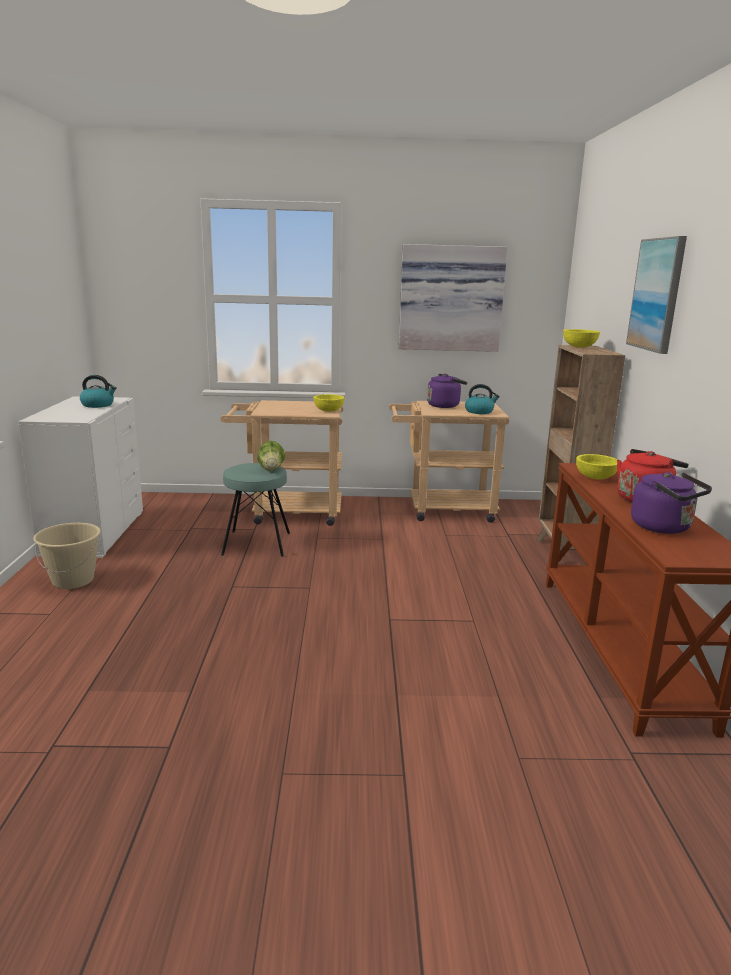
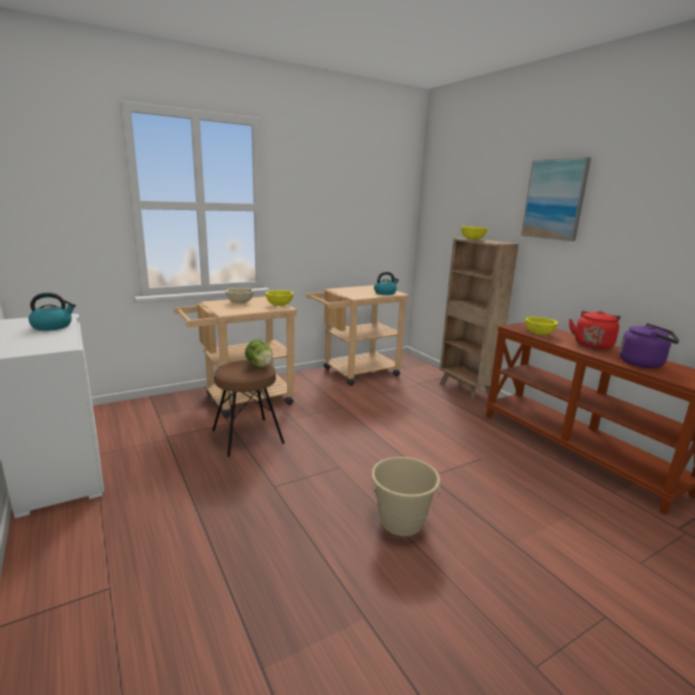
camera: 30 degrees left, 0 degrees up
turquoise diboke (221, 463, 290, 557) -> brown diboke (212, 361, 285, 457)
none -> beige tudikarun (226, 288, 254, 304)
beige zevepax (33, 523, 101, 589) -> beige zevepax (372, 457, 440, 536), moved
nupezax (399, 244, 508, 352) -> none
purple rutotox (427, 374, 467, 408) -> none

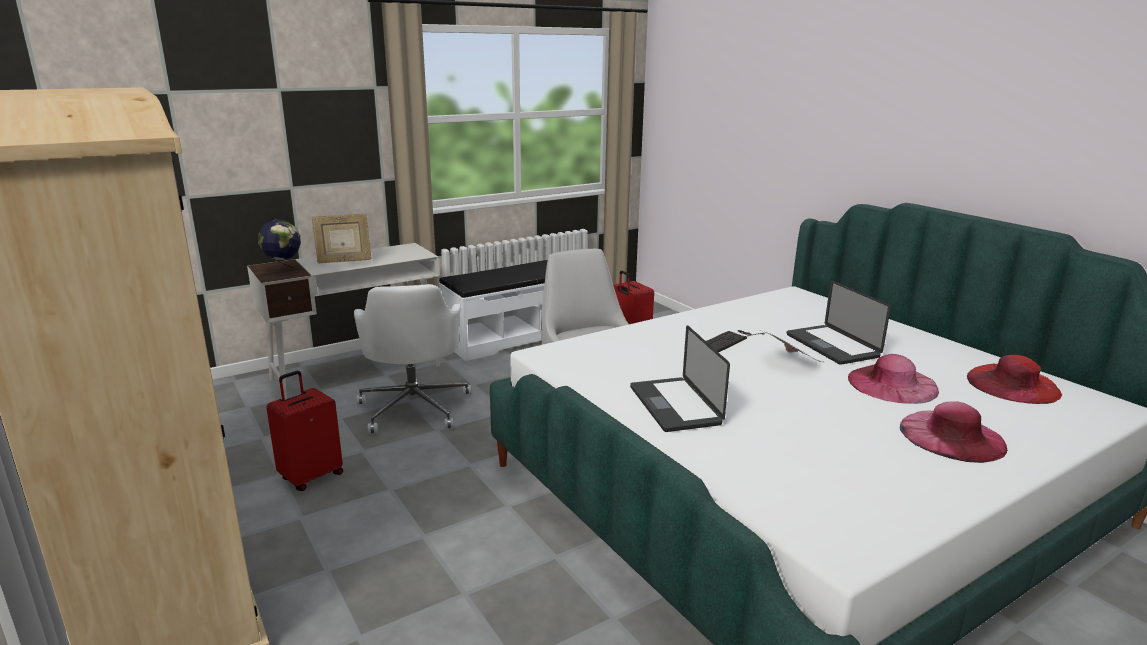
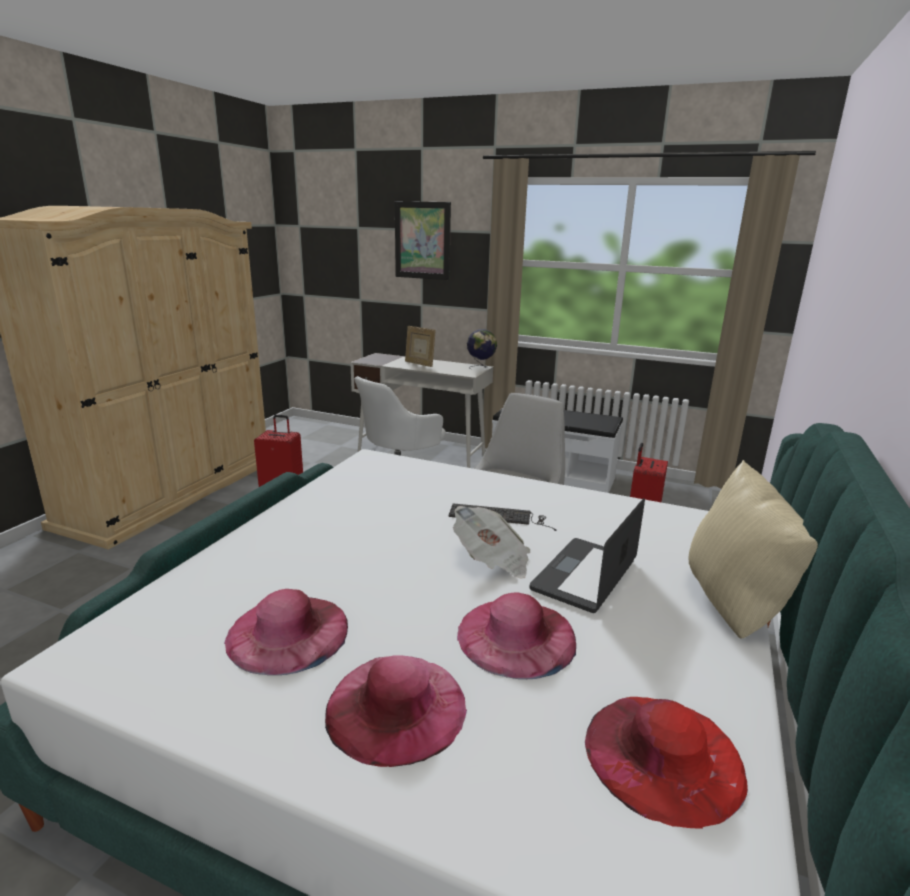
camera: 55 degrees right, 0 degrees up
none -> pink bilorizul (224, 589, 348, 675)
none -> nupezax (395, 201, 451, 280)
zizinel (258, 220, 301, 275) -> zizinel (467, 329, 497, 369), moved
none -> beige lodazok (688, 460, 818, 638)
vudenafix (630, 325, 730, 432) -> none

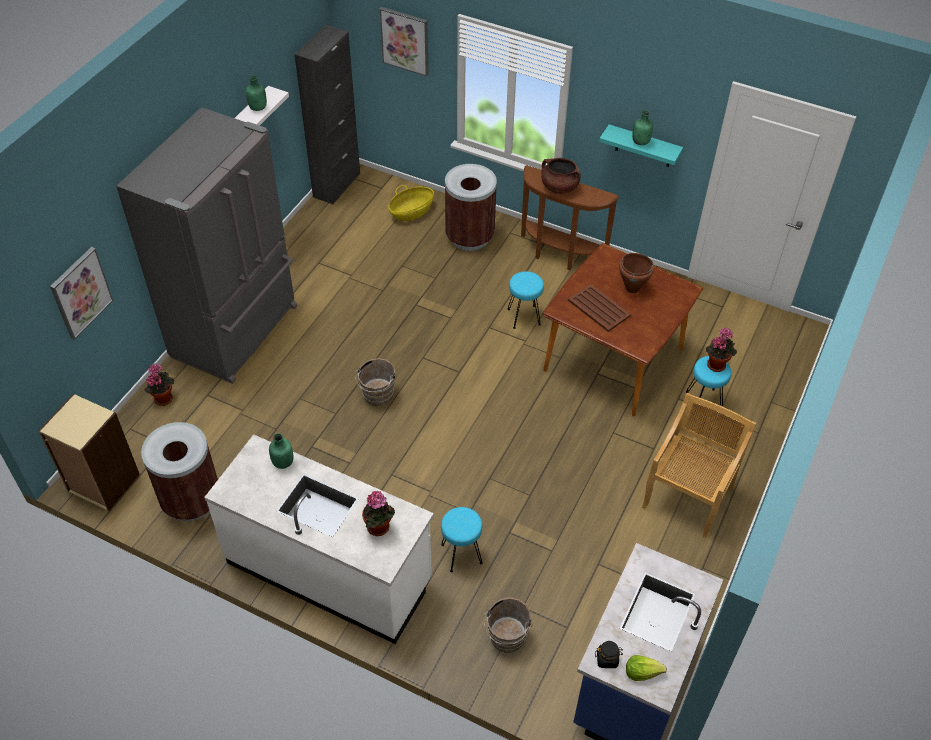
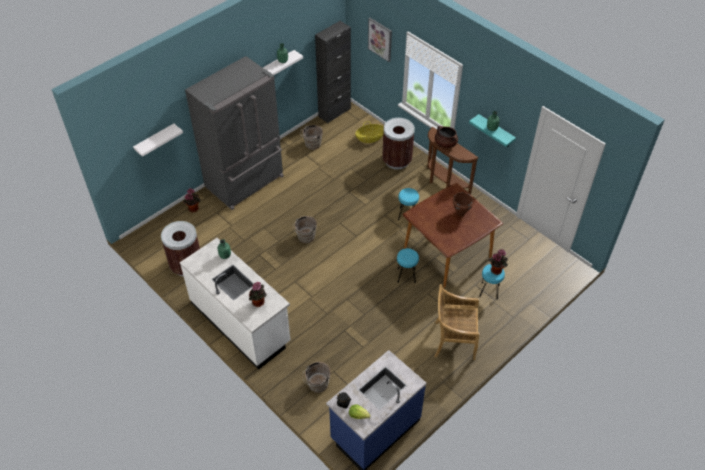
camera: 20 degrees right, 0 degrees up
nupezax (50, 247, 113, 340) -> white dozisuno (133, 123, 183, 157)
none -> brown zevepax (300, 125, 323, 150)
turquoise diboke (441, 507, 483, 573) -> turquoise diboke (397, 248, 419, 283), moved
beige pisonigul (642, 393, 756, 538) -> beige pisonigul (434, 284, 479, 360), 135 degrees counterclockwise
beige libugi (38, 394, 140, 512) -> none
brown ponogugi (568, 284, 631, 332) -> none

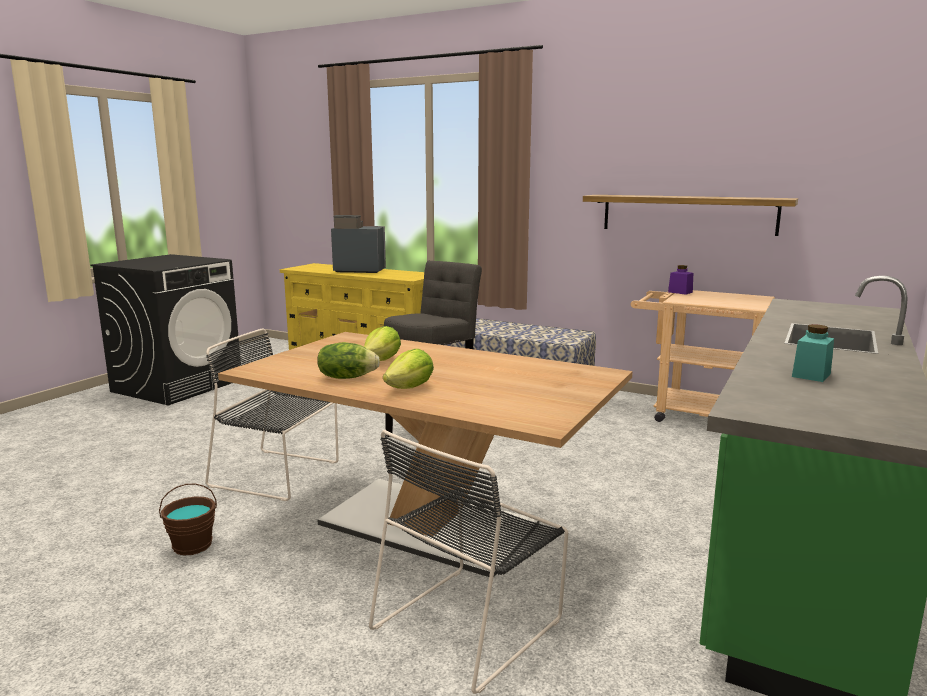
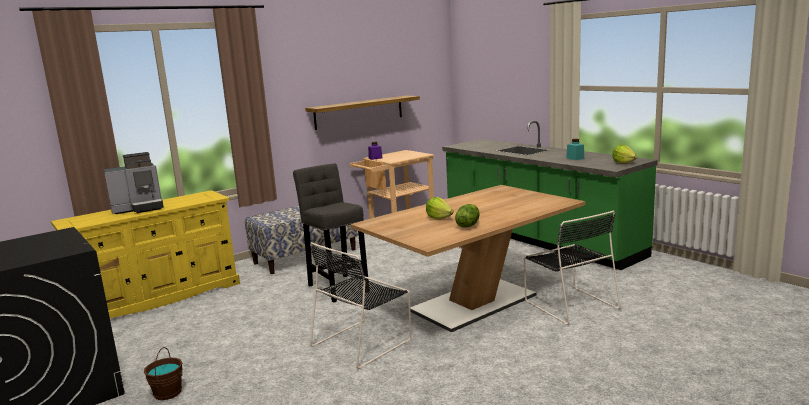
camera: 65 degrees left, 0 degrees up
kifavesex (331, 215, 386, 273) -> kifavesex (104, 152, 164, 214), 150 degrees counterclockwise
brown zevepax (159, 483, 217, 556) -> brown zevepax (144, 347, 183, 400), moved
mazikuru (383, 349, 434, 389) -> mazikuru (612, 145, 637, 164), moved

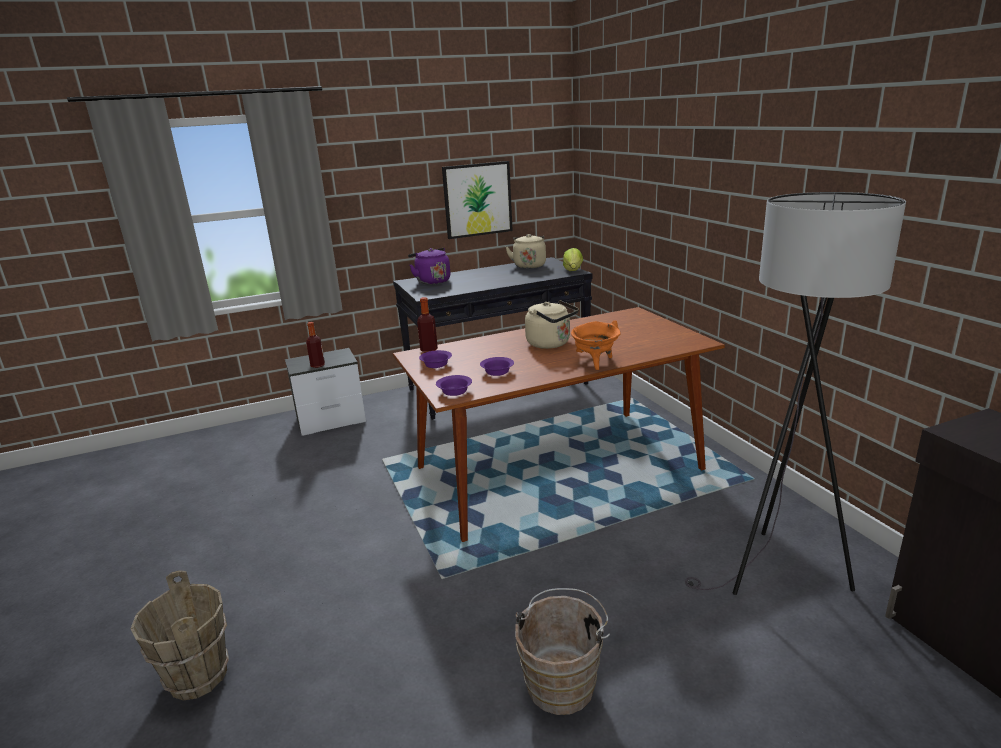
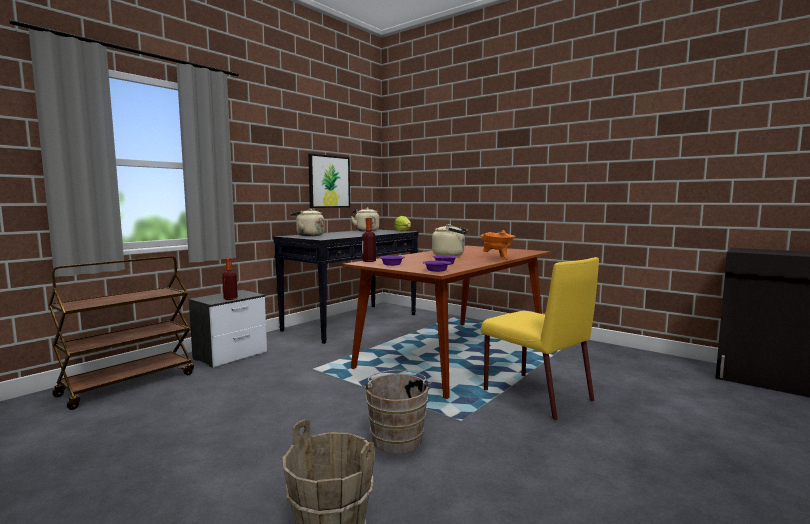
camera: 30 degrees left, 15 degrees down
none -> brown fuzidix (48, 256, 194, 410)
purple rutotox (408, 248, 450, 285) -> beige rutotox (290, 209, 325, 236)
brown zevepax (515, 588, 610, 715) -> brown zevepax (362, 370, 432, 454), moved
none -> yellow pisonigul (481, 257, 599, 421)
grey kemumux (685, 192, 906, 595) -> none

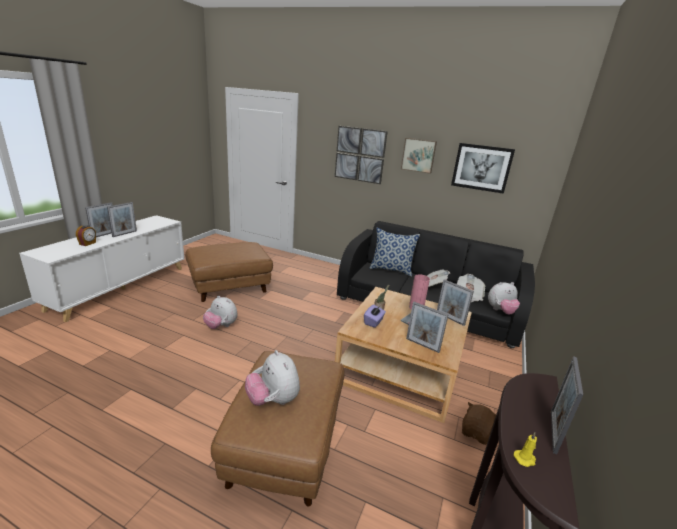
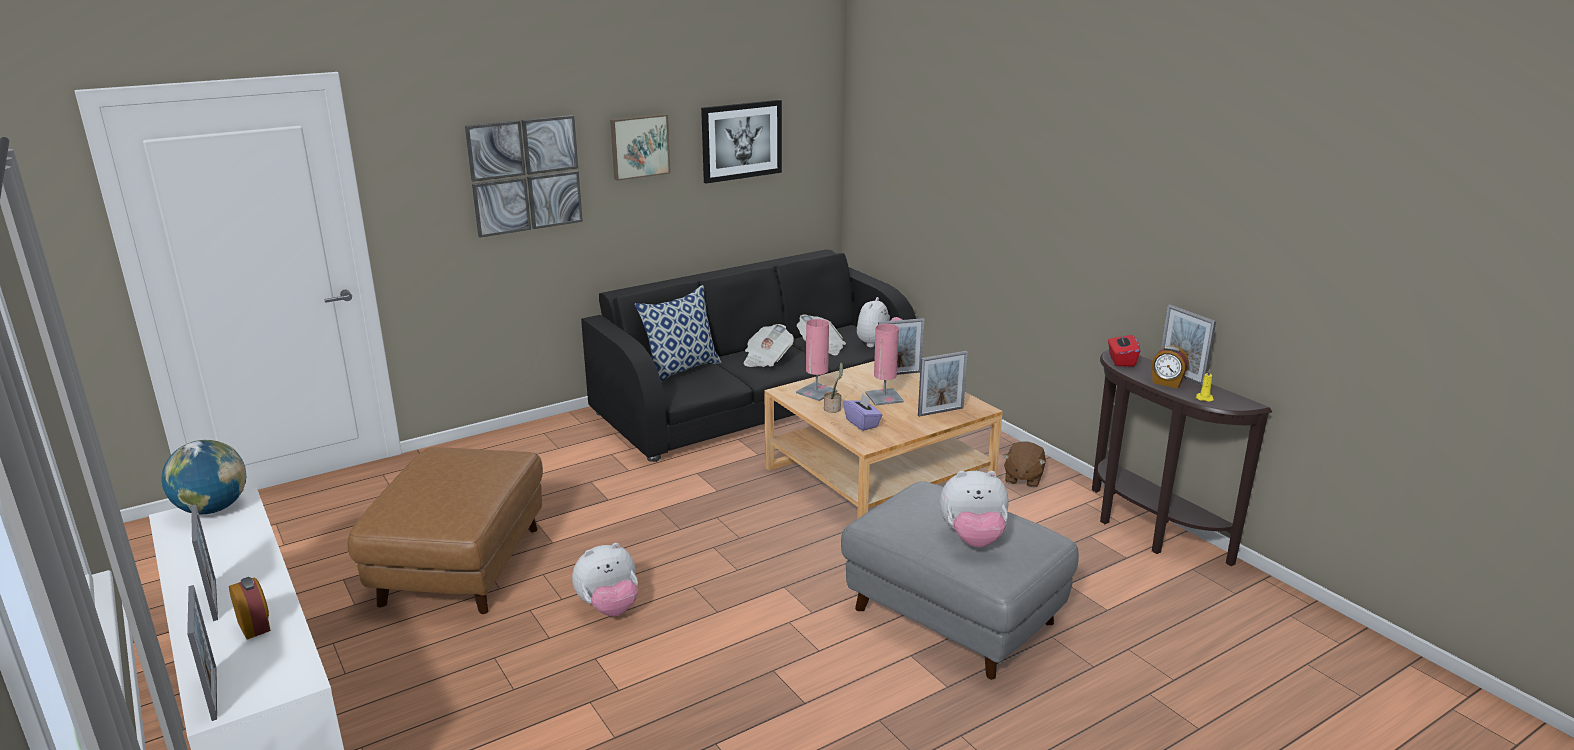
camera: 55 degrees left, 0 degrees up
none -> zizinel (162, 440, 246, 514)
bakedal (107, 202, 137, 237) -> bakedal (187, 585, 217, 721), moved
none -> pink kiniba (796, 319, 838, 401)
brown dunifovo (211, 351, 345, 506) -> grey dunifovo (841, 481, 1079, 680)
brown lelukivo (462, 402, 496, 445) -> brown lelukivo (1003, 442, 1046, 488), 135 degrees counterclockwise
none -> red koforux (1108, 333, 1140, 367)
none -> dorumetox (1152, 346, 1189, 389)

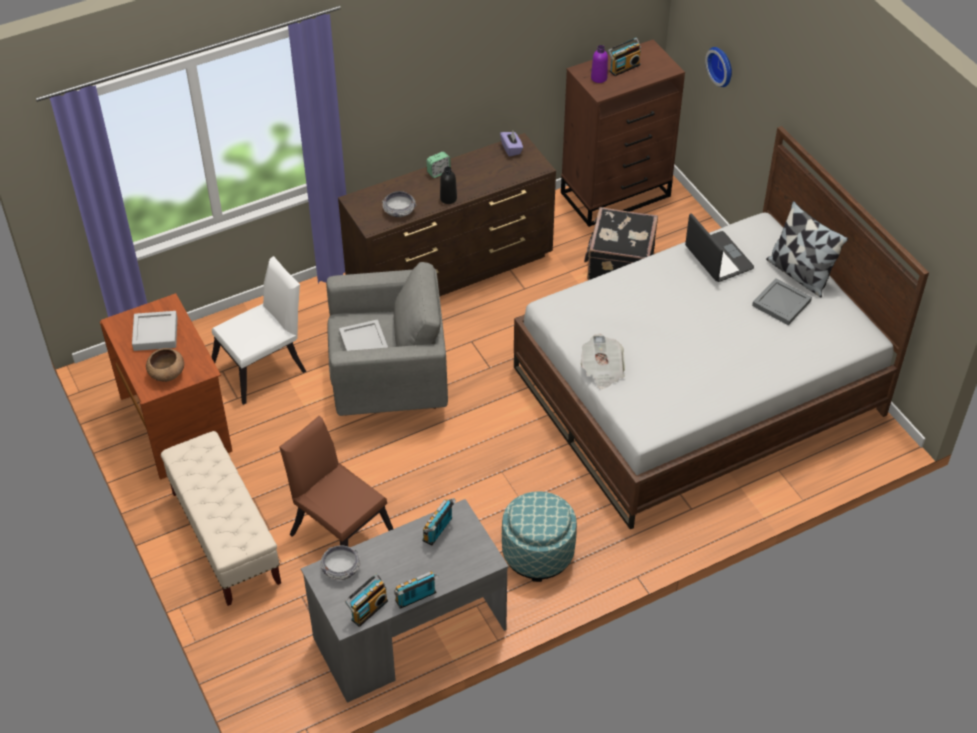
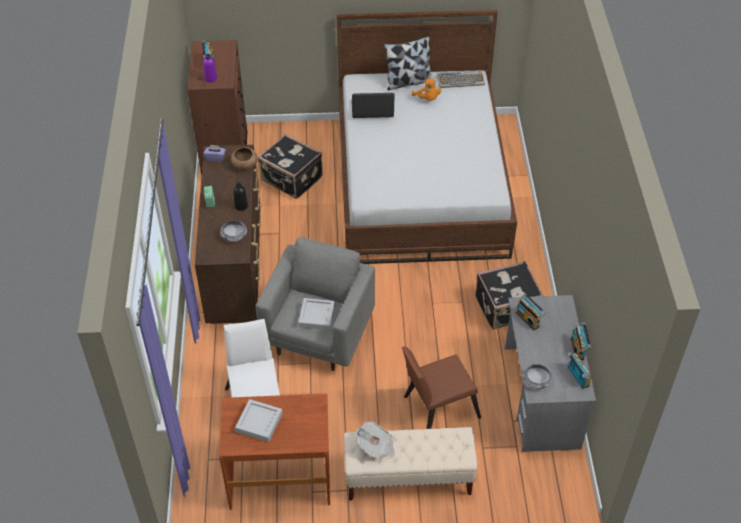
camera: 65 degrees left, 0 degrees up
brown tudikarun (146, 348, 184, 382) -> brown tudikarun (231, 147, 257, 170), moved
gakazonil (580, 334, 625, 389) -> gakazonil (356, 421, 395, 459), moved
grey ponogugi (752, 278, 812, 325) -> orange lelukivo (412, 77, 441, 101)
none -> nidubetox (437, 70, 485, 88)
dunifovo (502, 491, 577, 582) -> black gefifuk (476, 261, 544, 330)
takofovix (705, 47, 732, 87) -> none

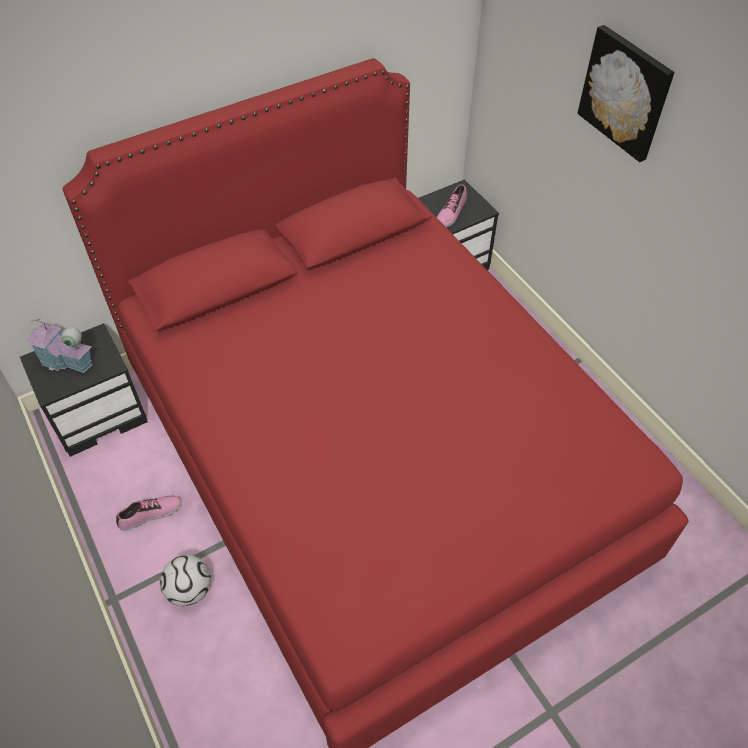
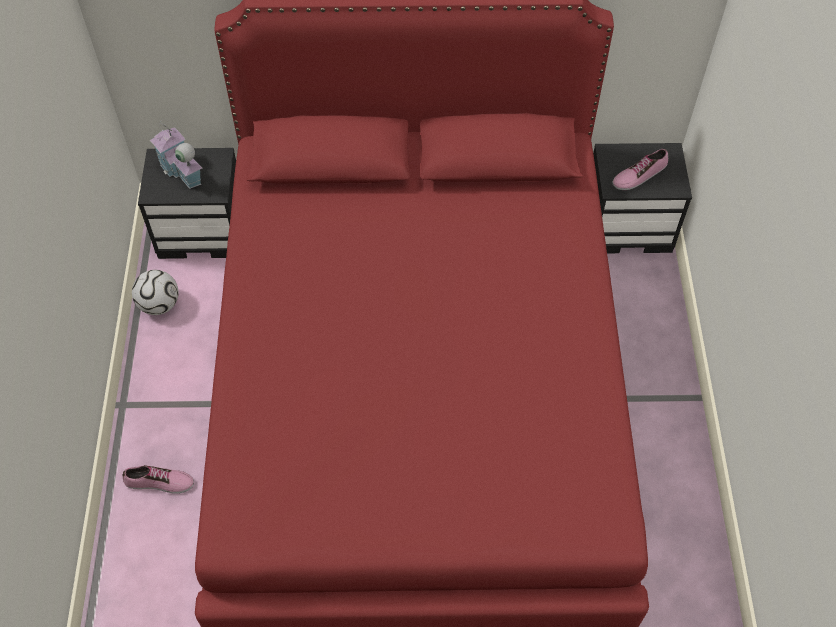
camera: 30 degrees right, 5 degrees up
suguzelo (116, 495, 182, 531) -> suguzelo (123, 465, 194, 494), moved
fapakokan (160, 555, 211, 606) -> fapakokan (132, 270, 179, 315), moved
nupezax (577, 25, 674, 162) -> none

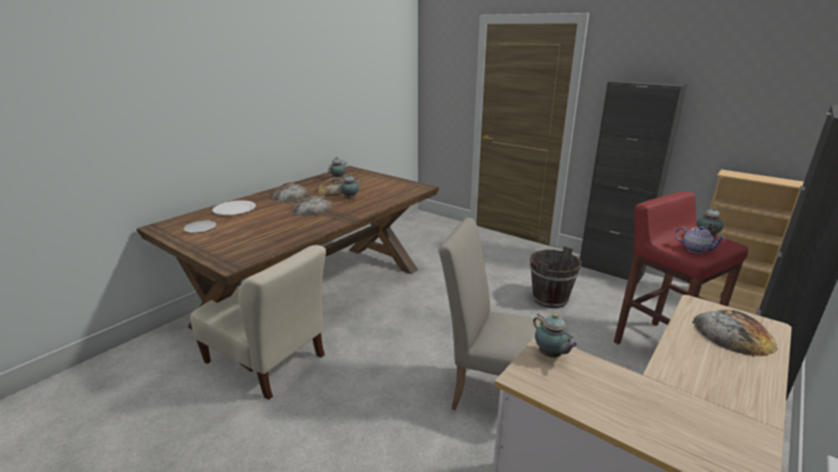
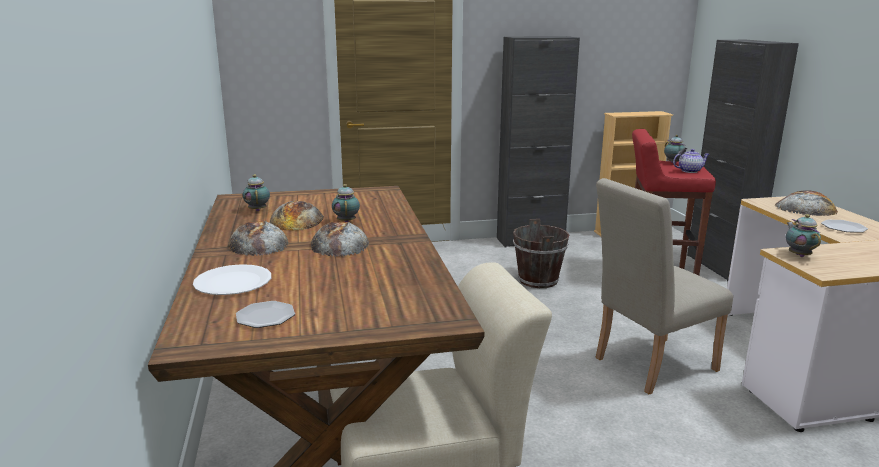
camera: 50 degrees left, 5 degrees down
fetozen (533, 314, 578, 358) -> fetozen (786, 214, 821, 257), 105 degrees counterclockwise
none -> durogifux (821, 220, 868, 233)

